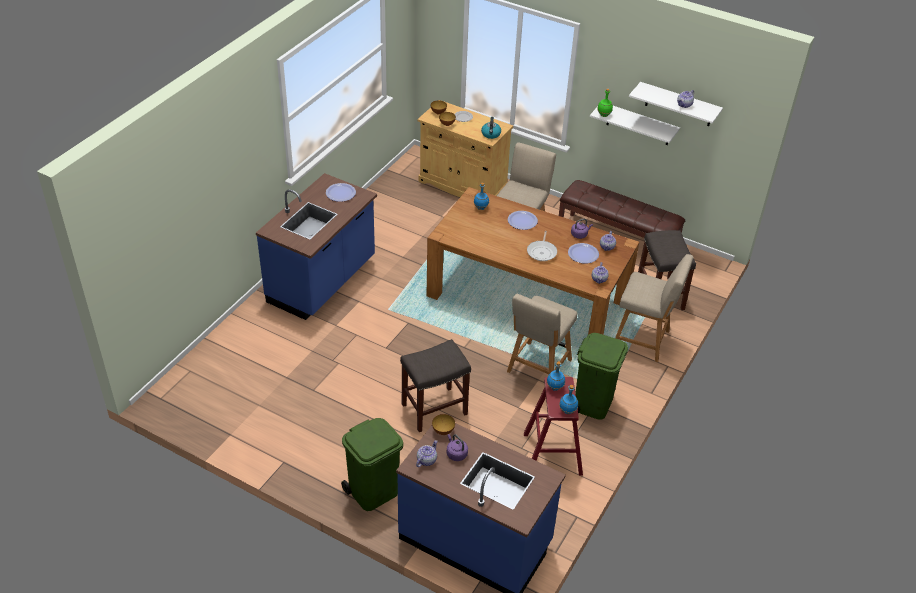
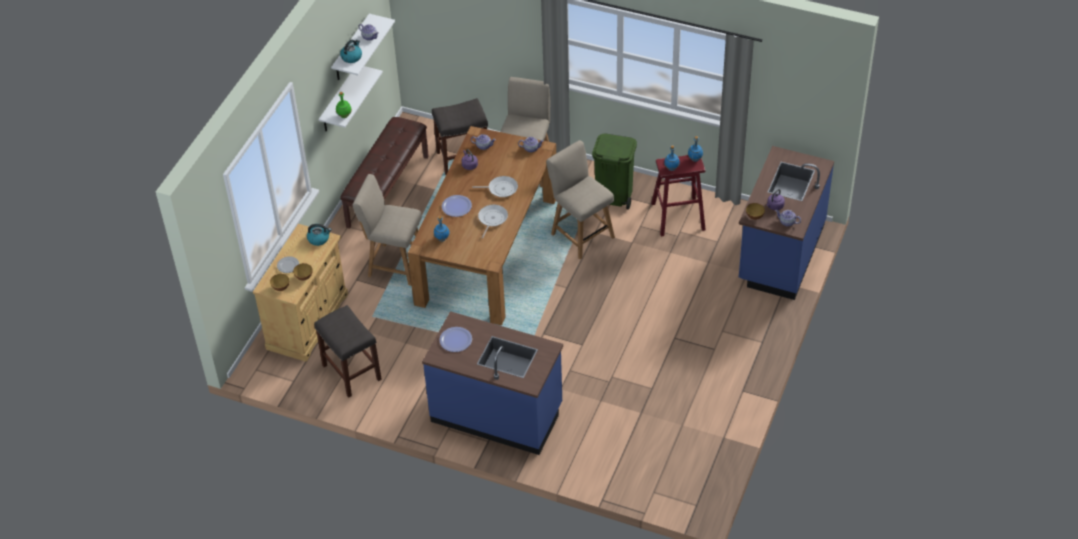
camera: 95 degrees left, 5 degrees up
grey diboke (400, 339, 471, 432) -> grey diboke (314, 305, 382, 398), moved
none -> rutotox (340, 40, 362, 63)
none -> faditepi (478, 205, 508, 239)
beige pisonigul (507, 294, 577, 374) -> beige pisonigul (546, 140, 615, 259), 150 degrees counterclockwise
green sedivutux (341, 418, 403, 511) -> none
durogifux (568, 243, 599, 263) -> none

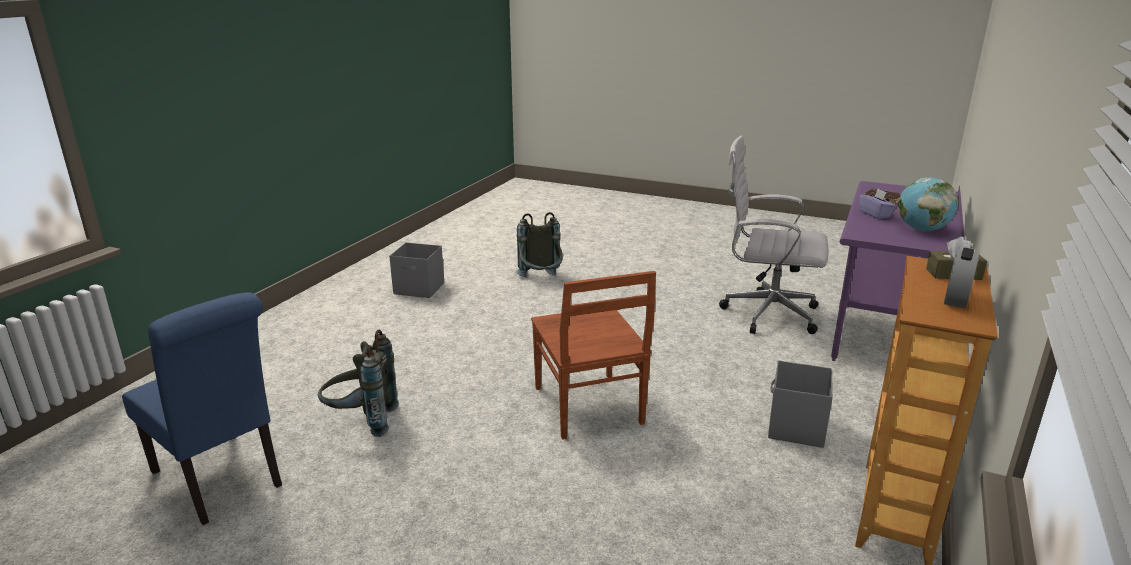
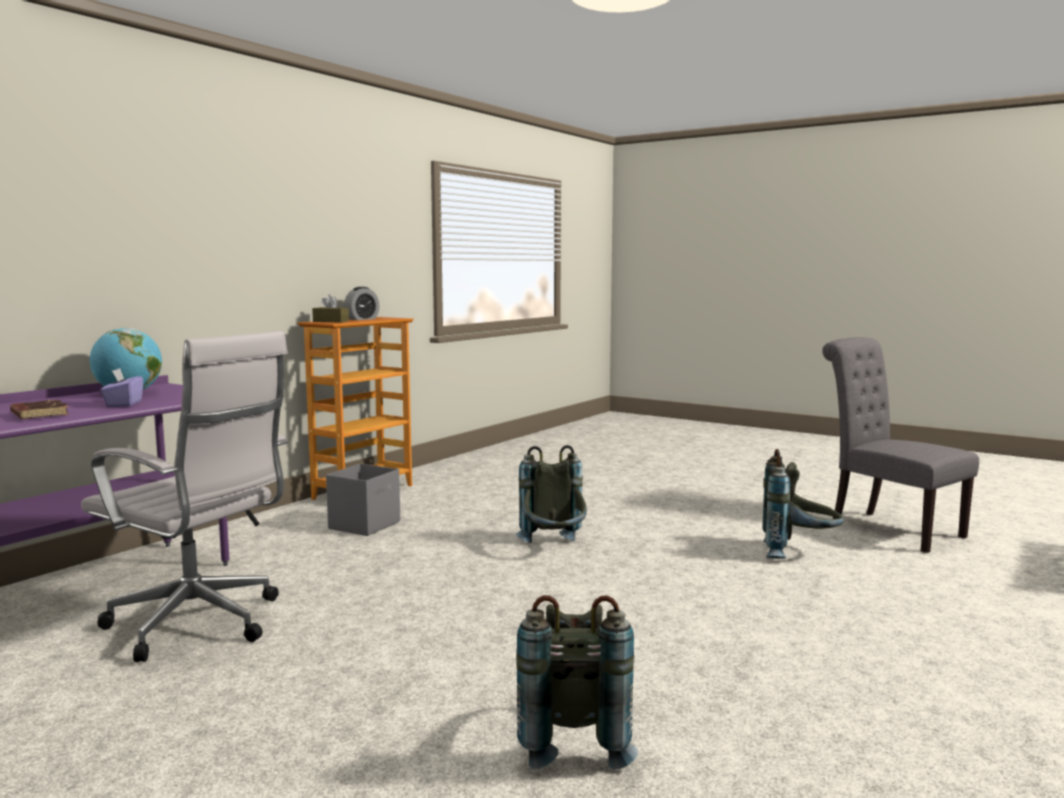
camera: 170 degrees left, 15 degrees down
brown pisonigul (531, 271, 656, 440) -> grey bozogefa (516, 445, 587, 543)
blue pisonigul (122, 292, 282, 525) -> grey pisonigul (822, 337, 979, 553)
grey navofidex (389, 242, 444, 298) -> none

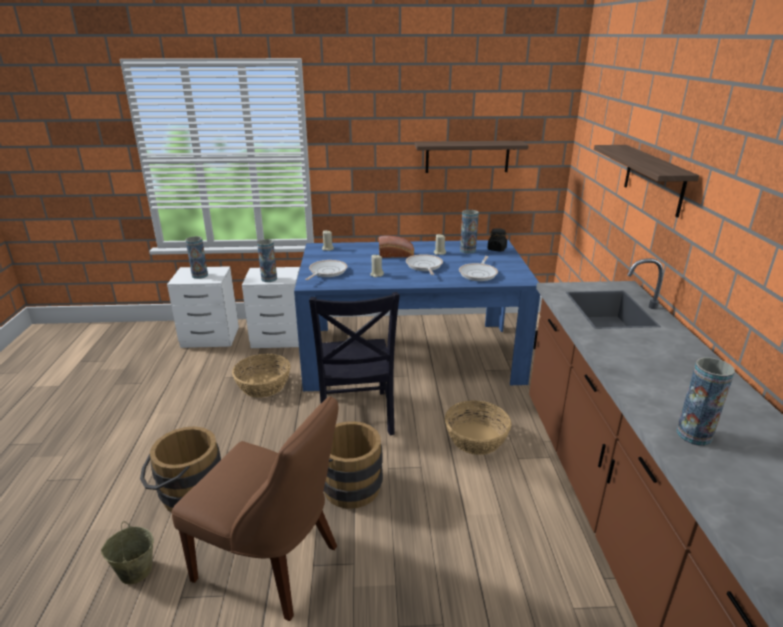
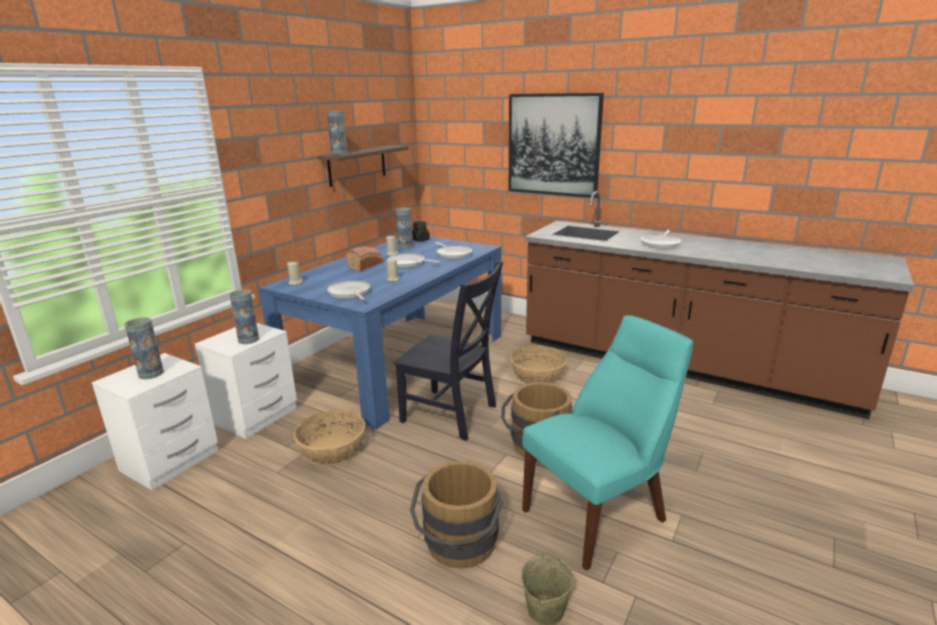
camera: 55 degrees left, 5 degrees down
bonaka (676, 357, 735, 446) -> bonaka (327, 111, 348, 155), moved
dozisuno (594, 145, 699, 218) -> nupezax (509, 93, 604, 198)
brown pisonigul (172, 396, 338, 621) -> turquoise pisonigul (522, 315, 693, 570)
none -> faditepi (641, 230, 681, 249)

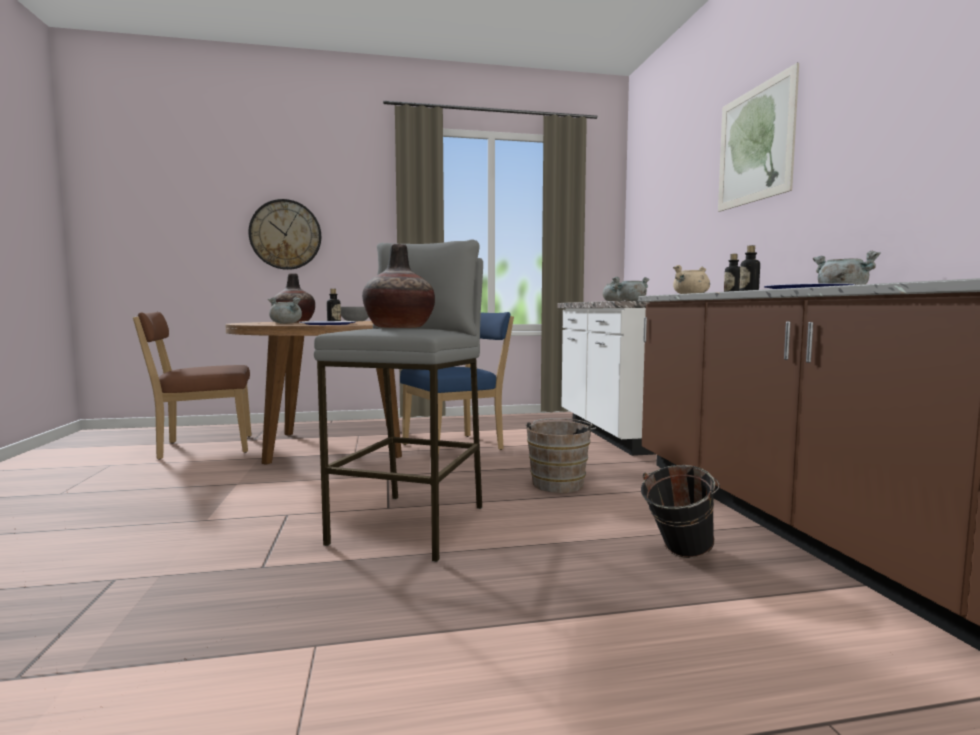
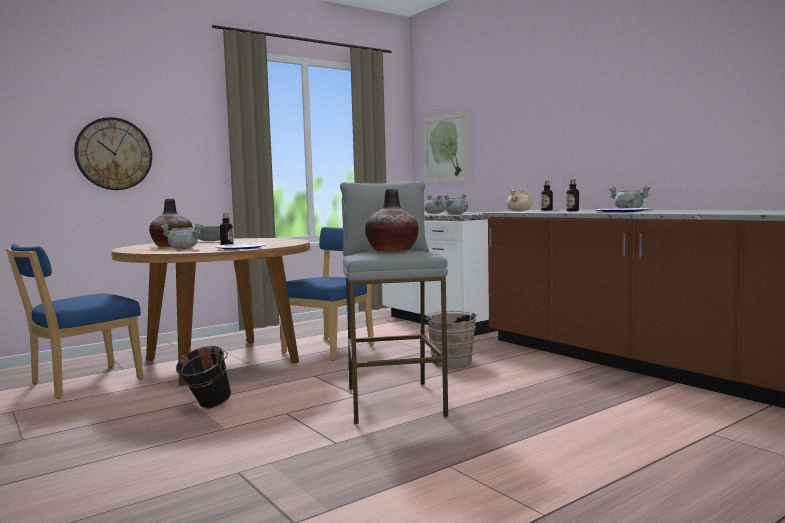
camera: 25 degrees left, 0 degrees up
brown pisonigul (133, 312, 251, 460) -> blue pisonigul (6, 244, 144, 399)
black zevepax (641, 465, 720, 558) -> black zevepax (176, 346, 231, 408), moved
nupezax (718, 63, 799, 212) -> nupezax (424, 111, 470, 183), moved

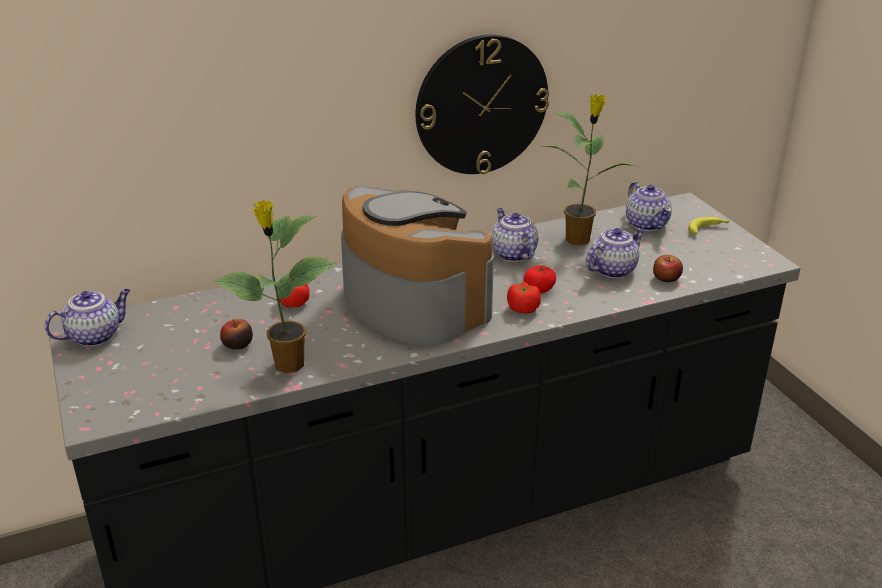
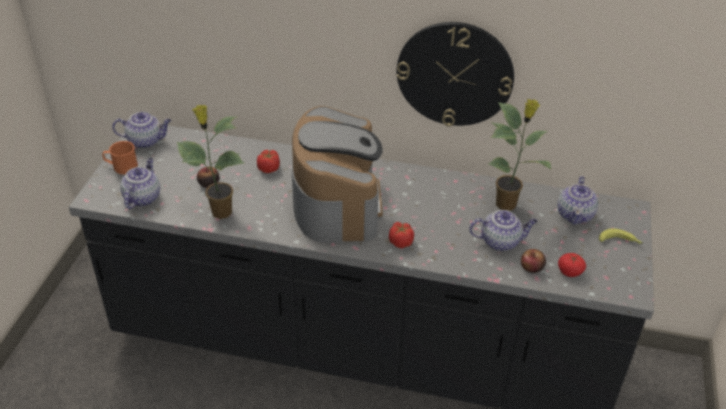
camera: 35 degrees right, 10 degrees up
none -> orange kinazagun (102, 141, 138, 174)
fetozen (491, 208, 539, 262) -> fetozen (120, 158, 160, 209), moved
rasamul (524, 266, 556, 293) -> rasamul (558, 253, 586, 277), moved

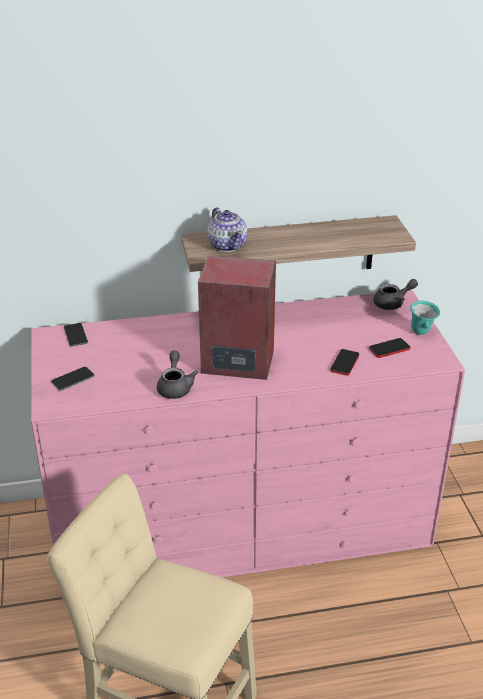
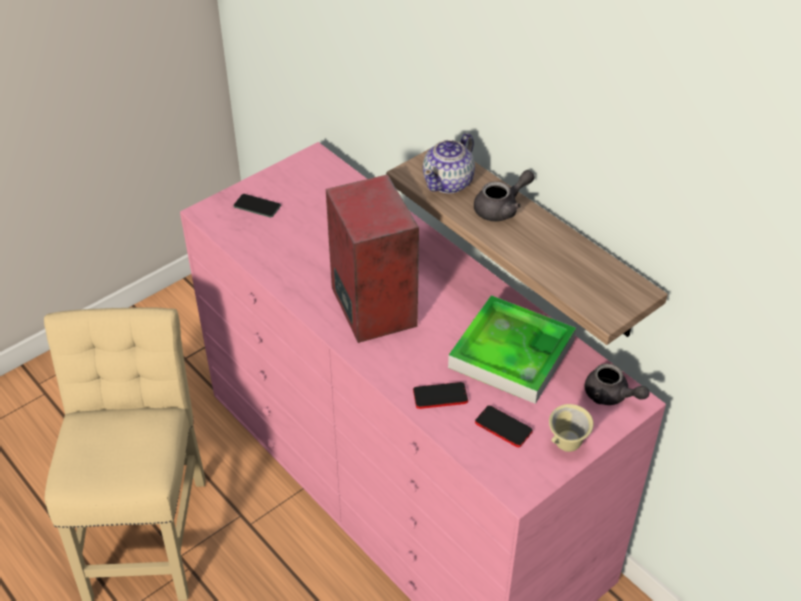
camera: 60 degrees right, 10 degrees up
none -> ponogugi (448, 295, 576, 404)
grey fetozen (157, 351, 198, 399) -> grey fetozen (474, 170, 535, 222), moved
turquoise kinazagun (410, 301, 440, 335) -> beige kinazagun (549, 404, 594, 452)
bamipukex (64, 323, 88, 346) -> none

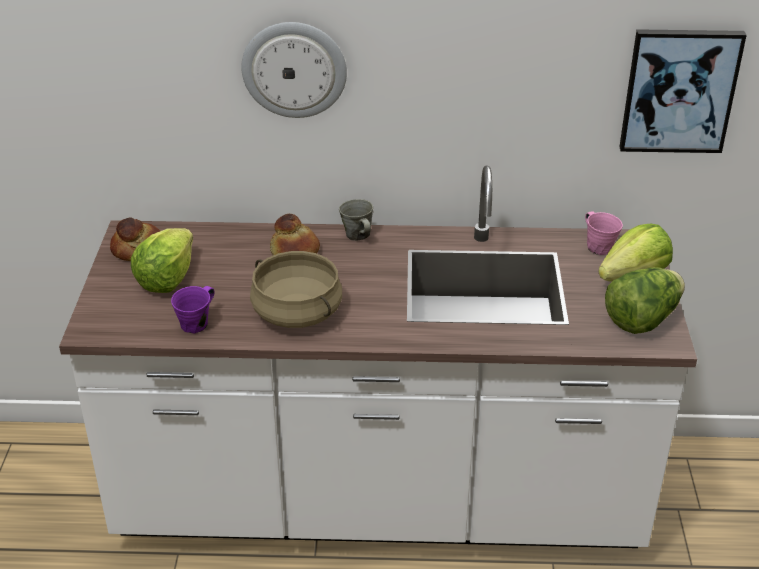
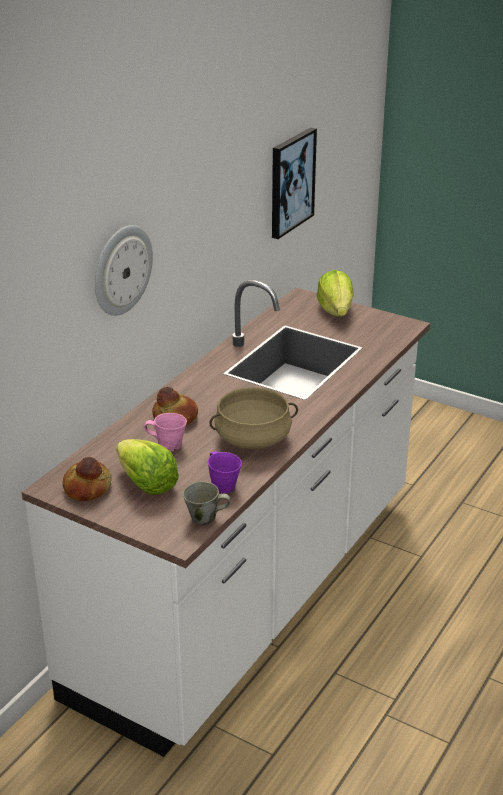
camera: 60 degrees left, 5 degrees down
pink kinazagun (585, 211, 623, 255) -> pink kinazagun (144, 413, 187, 451), moved
grey kinazagun (339, 199, 373, 241) -> grey kinazagun (183, 481, 230, 525), moved
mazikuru (605, 267, 685, 334) -> none

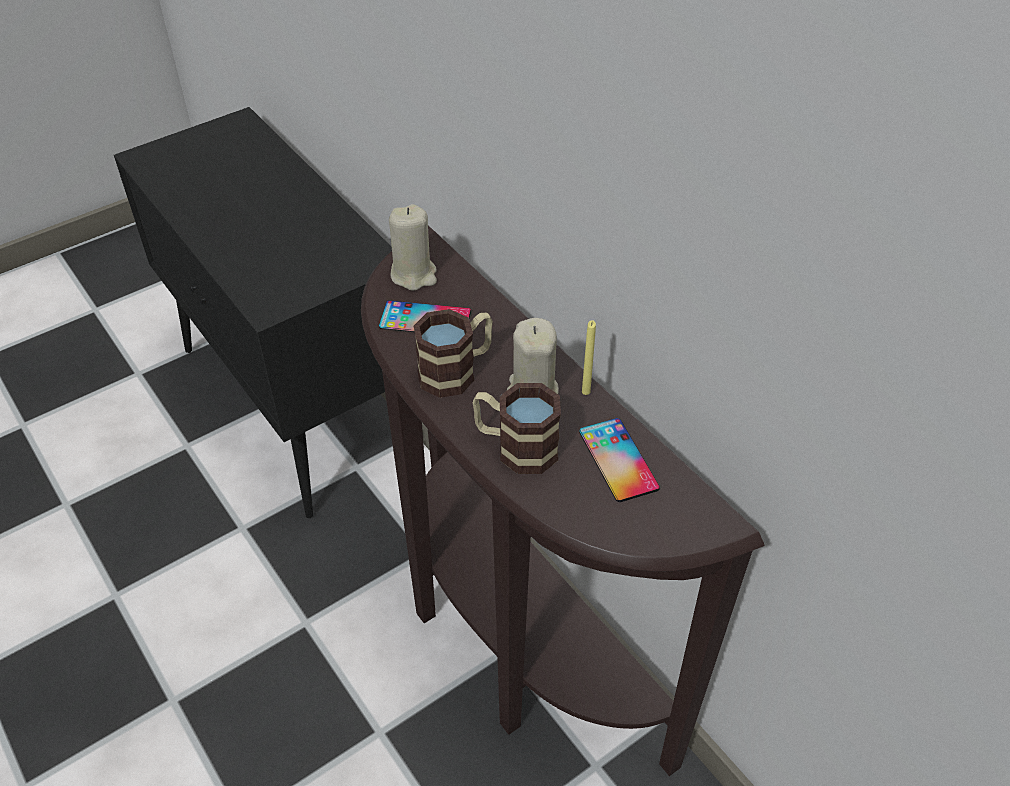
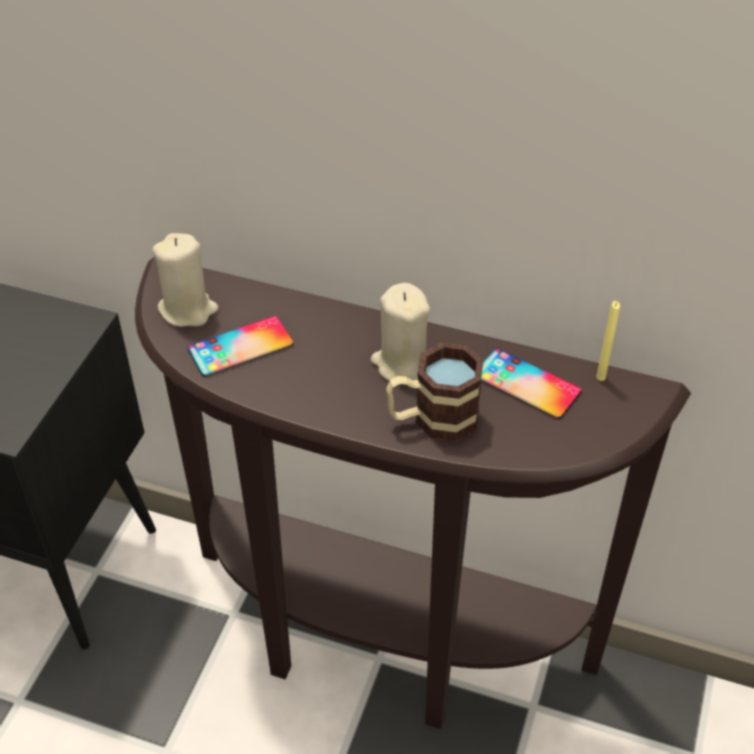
camera: 35 degrees left, 0 degrees up
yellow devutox (582, 320, 596, 395) -> yellow devutox (596, 301, 620, 381), moved
kinazagun (414, 309, 493, 398) -> none

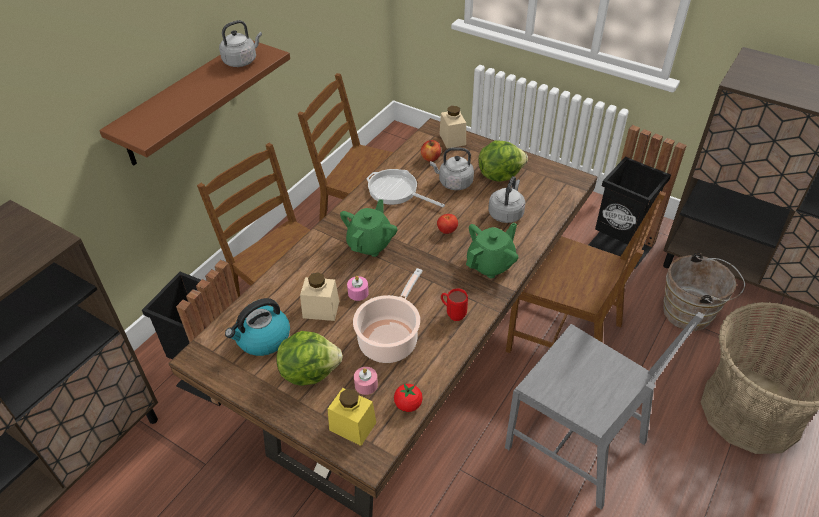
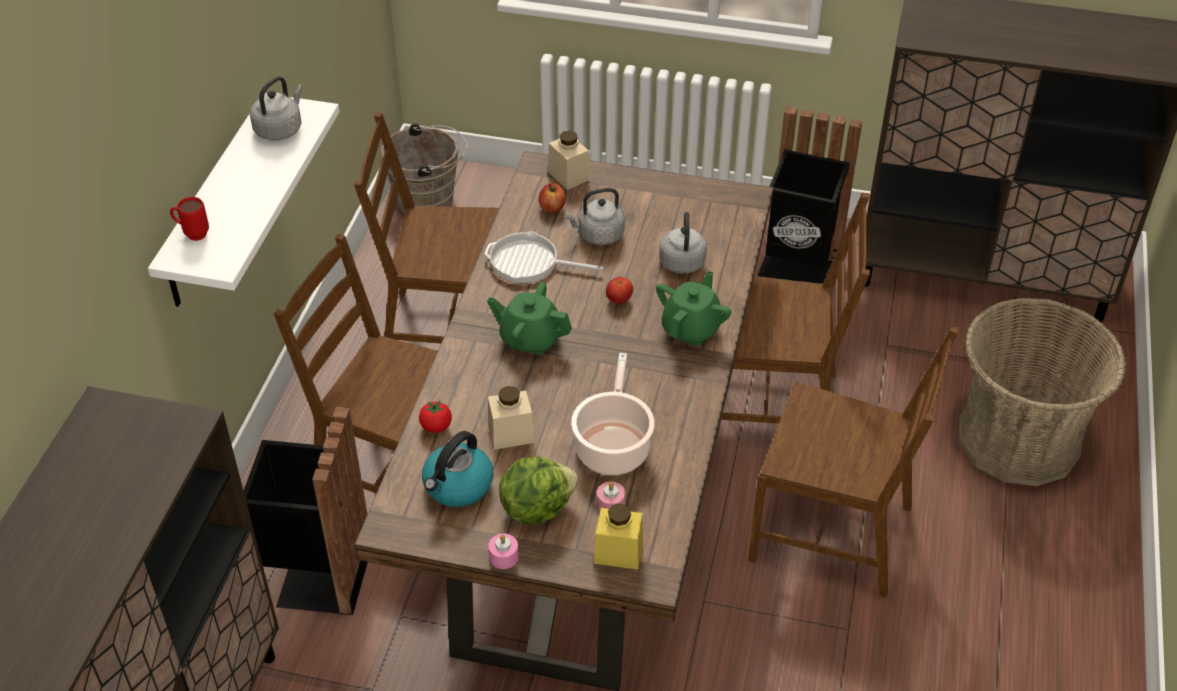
camera: 20 degrees left, 0 degrees up
brown dozisuno (99, 41, 290, 166) -> white dozisuno (148, 93, 339, 307)
red kinazagun (441, 288, 468, 321) -> red kinazagun (170, 197, 209, 241), moved
brown zevepax (663, 253, 745, 331) -> brown zevepax (381, 123, 468, 213), moved
rasamul (394, 384, 423, 412) -> rasamul (419, 400, 452, 433), moved
green fetozen (340, 199, 397, 257) -> green fetozen (487, 282, 572, 356), 75 degrees counterclockwise
pink devutox (347, 276, 369, 301) -> pink devutox (488, 534, 519, 569), moved
grey pisonigul (505, 312, 705, 510) -> brown pisonigul (748, 326, 959, 598)
mazikuru (479, 140, 528, 182) -> none

